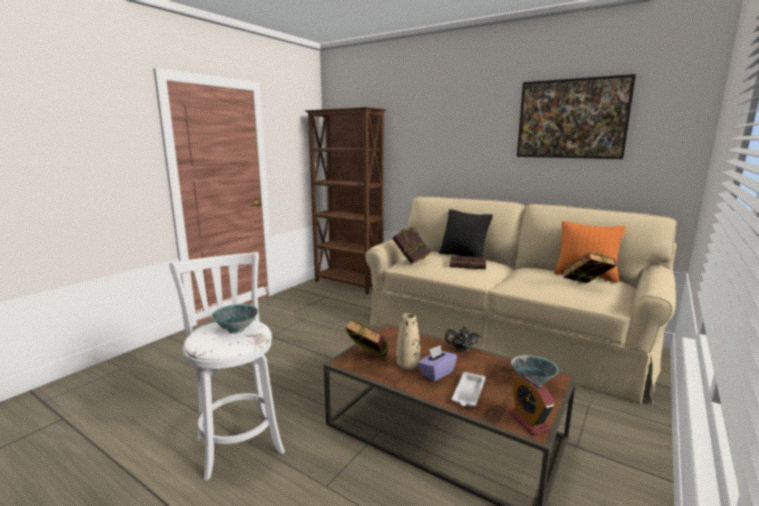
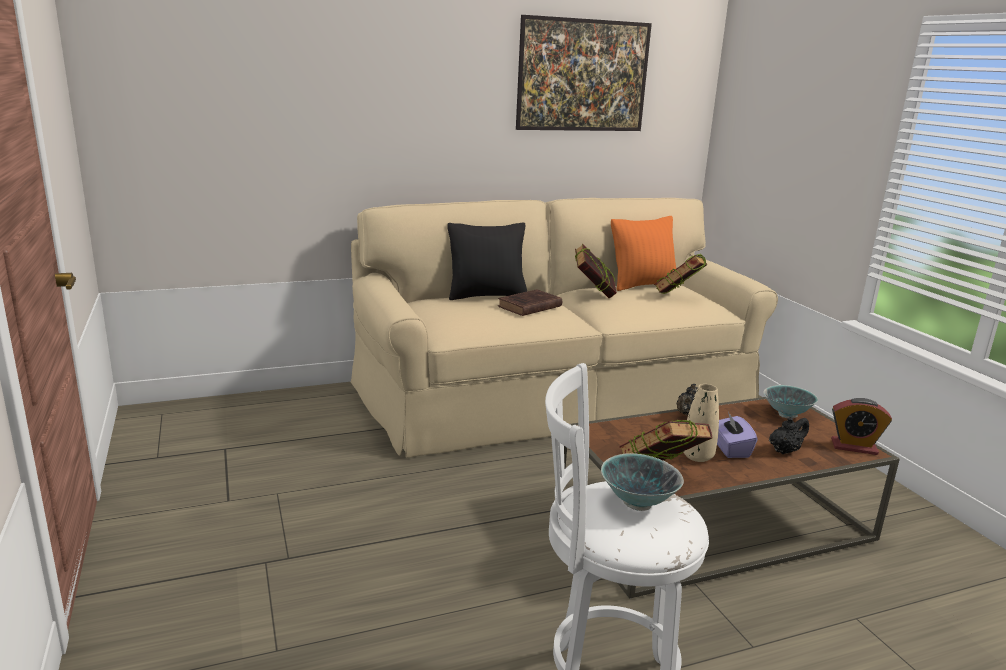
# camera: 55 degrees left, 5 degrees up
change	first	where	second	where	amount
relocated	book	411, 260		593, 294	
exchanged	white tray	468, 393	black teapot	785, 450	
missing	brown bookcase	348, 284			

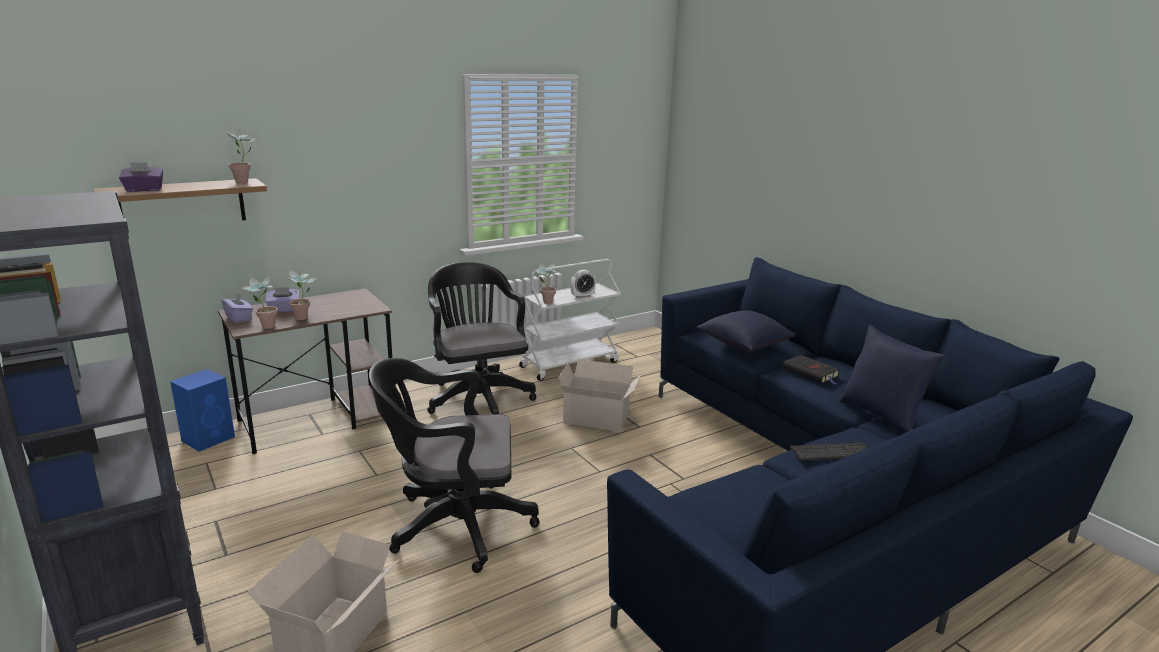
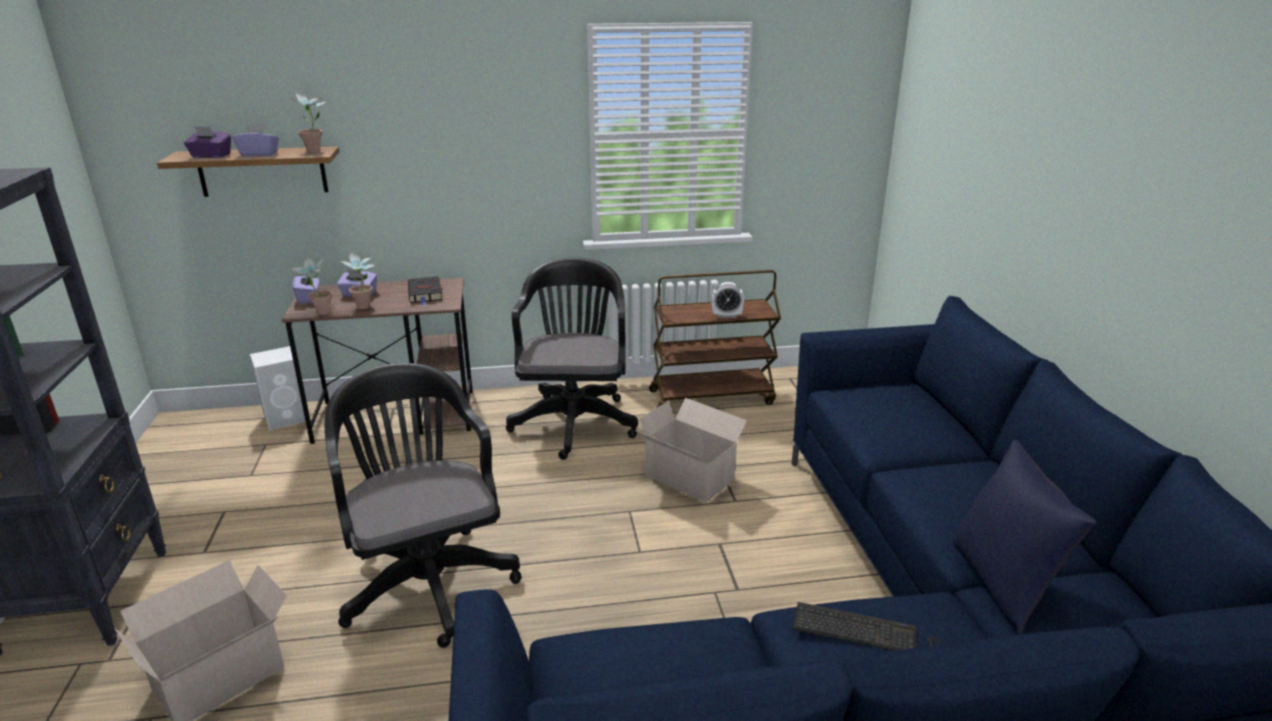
# camera: 25 degrees right, 5 degrees up
change	first	where	second	where	amount
appeared			purple tissue box	259, 154	
colour	blue speaker	209, 438	white speaker	288, 417	
spun	black office chair	453, 526		427, 580	45 degrees clockwise
relocated	black book	811, 373		425, 294	
colour	white cart	569, 364	brown cart	712, 397	
missing	potted plant	545, 303			
missing	blue pillow	743, 345			

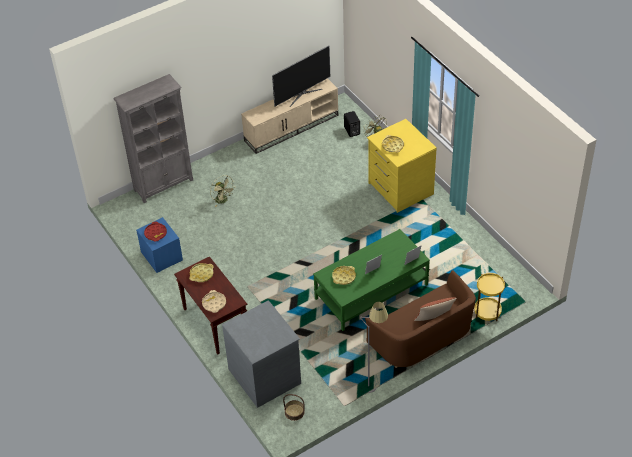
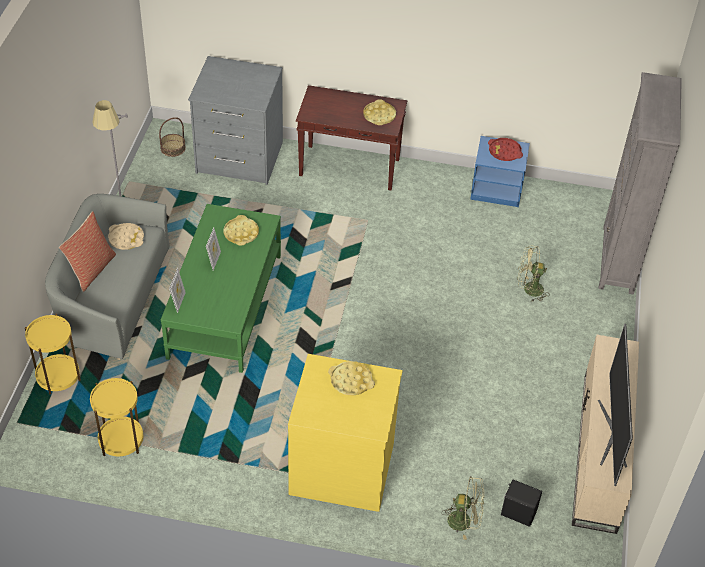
# camera: 130 degrees right, 0 degrees up
change	first	where	second	where	amount
colour	brown sofa	423, 336	grey sofa	112, 297	
appeared			yellow side table	121, 440	
relocated	beige tray	214, 303		126, 239	

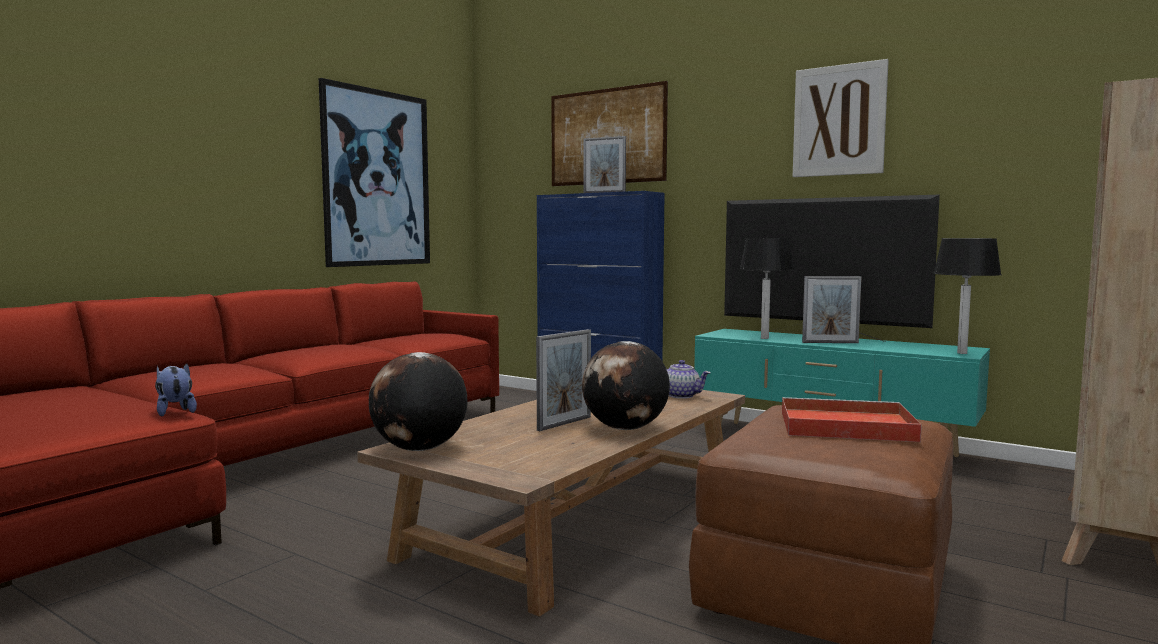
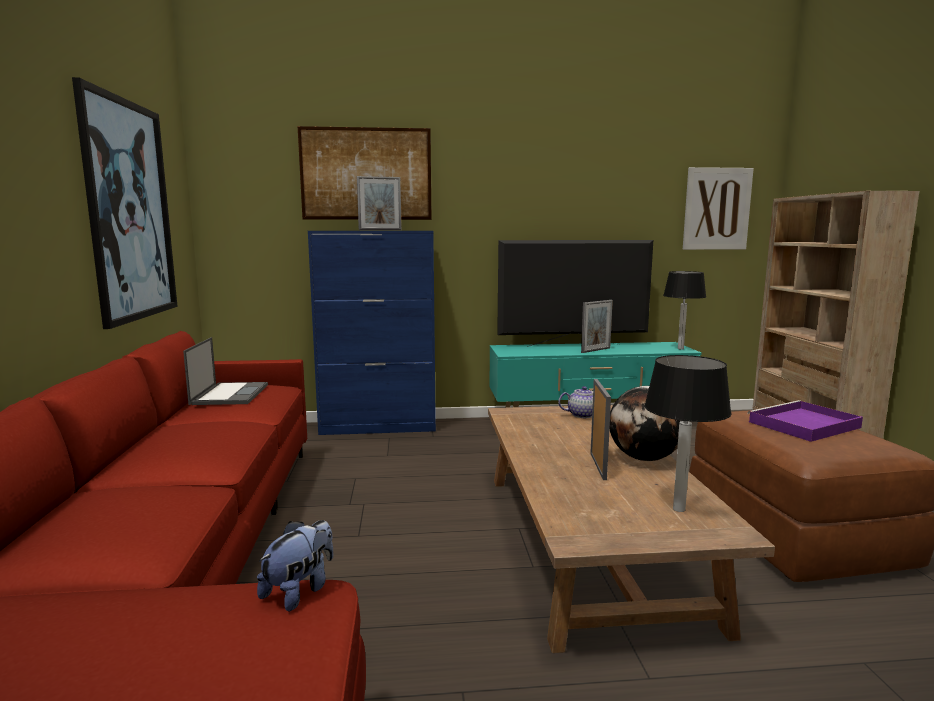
# camera: 40 degrees left, 5 degrees up
change	first	where	second	where	amount
appeared			laptop	230, 394	
spun	plush toy	175, 412		300, 590	105 degrees clockwise
relocated	table lamp	764, 338		678, 509	
relocated	picture	839, 120		716, 209	
colour	red tray	842, 426	purple tray	803, 425	
missing	globe	419, 449			

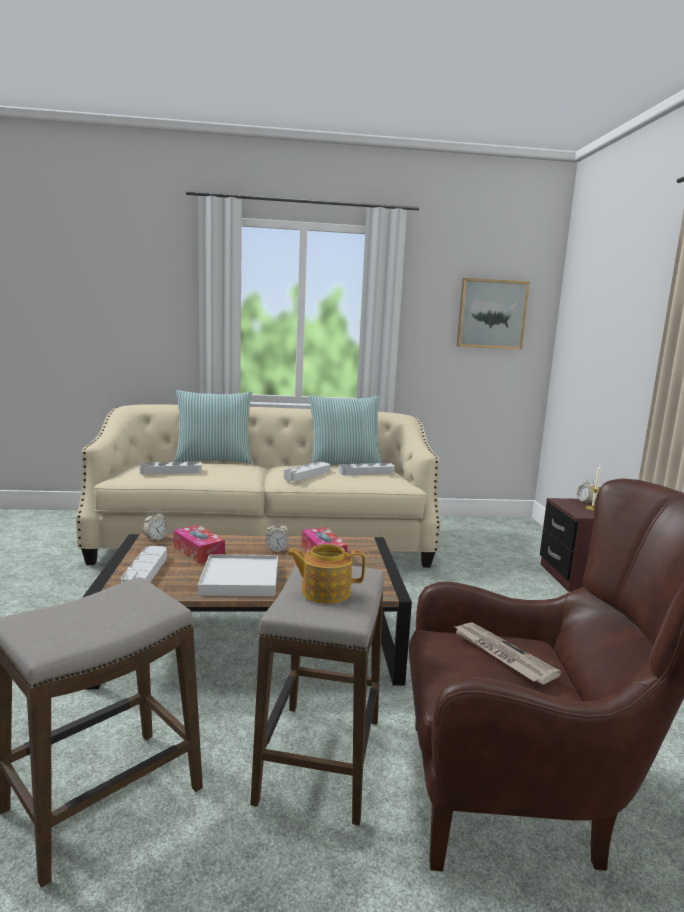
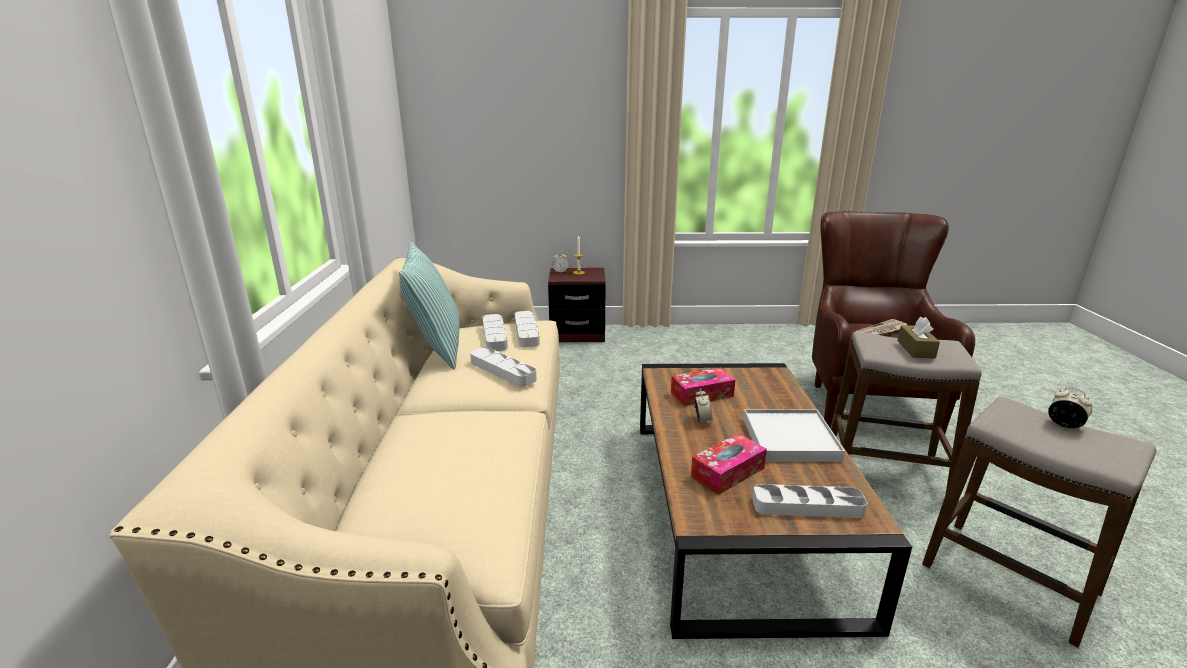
# camera: 85 degrees left, 10 degrees up
change	first	where	second	where	amount
relocated	grey tray	171, 471		526, 332	
exchanged	teapot	324, 591	brown tissue box	916, 349	
relocated	alarm clock	155, 539		1064, 424	
missing	pillow	214, 460			
missing	picture	491, 314			

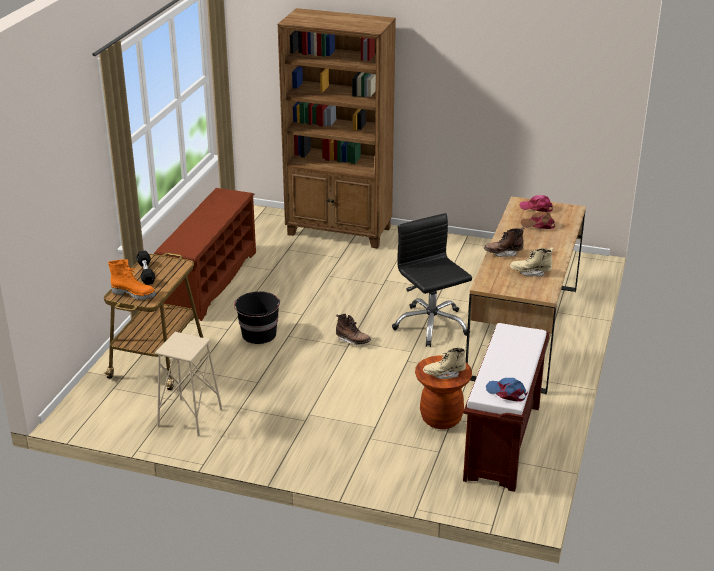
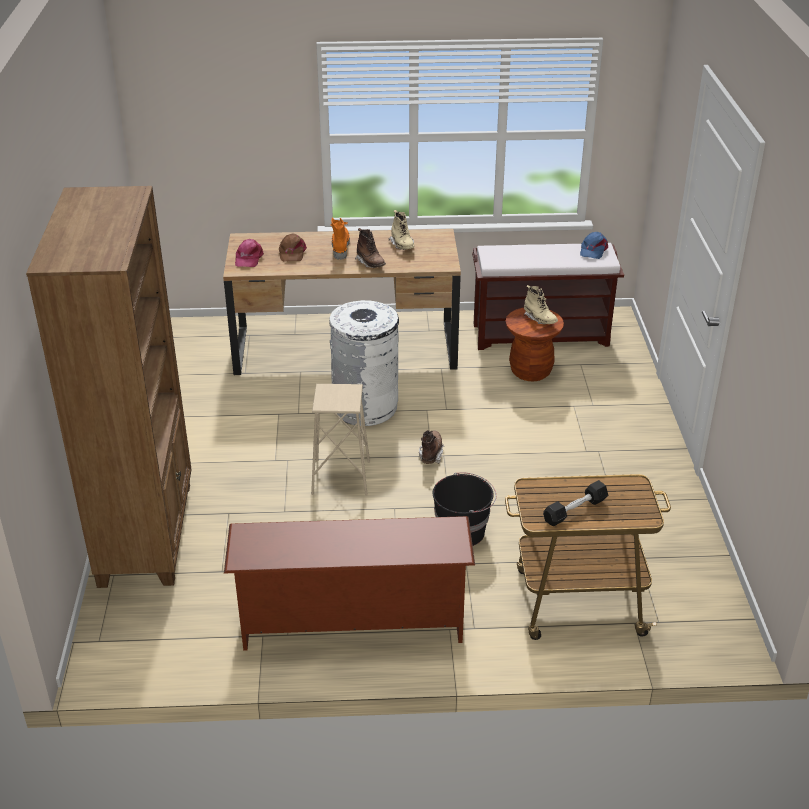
# camera: 110 degrees left, 5 degrees up
change	first	where	second	where	amount
relocated	beige stool	190, 417		341, 477	
exchanged	black office chair	431, 325	white trash can	365, 407	
relocated	orange boot	134, 294		340, 247	

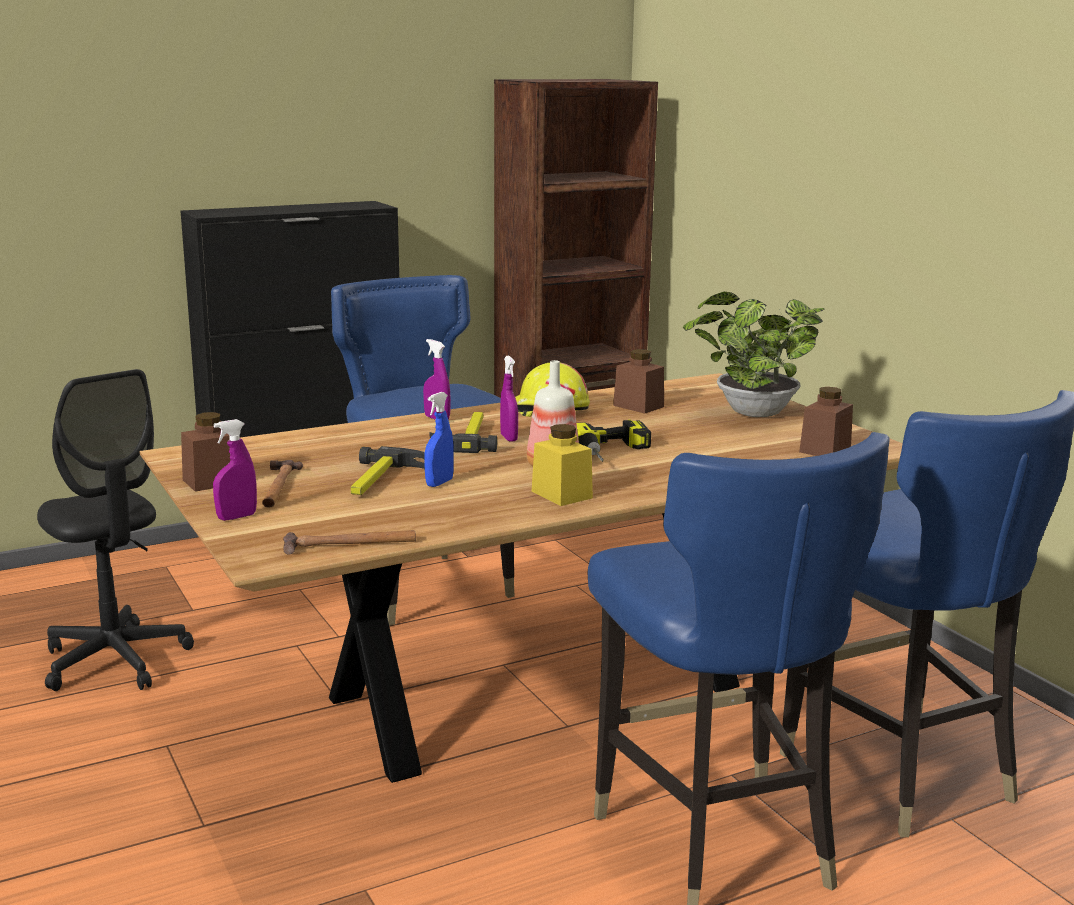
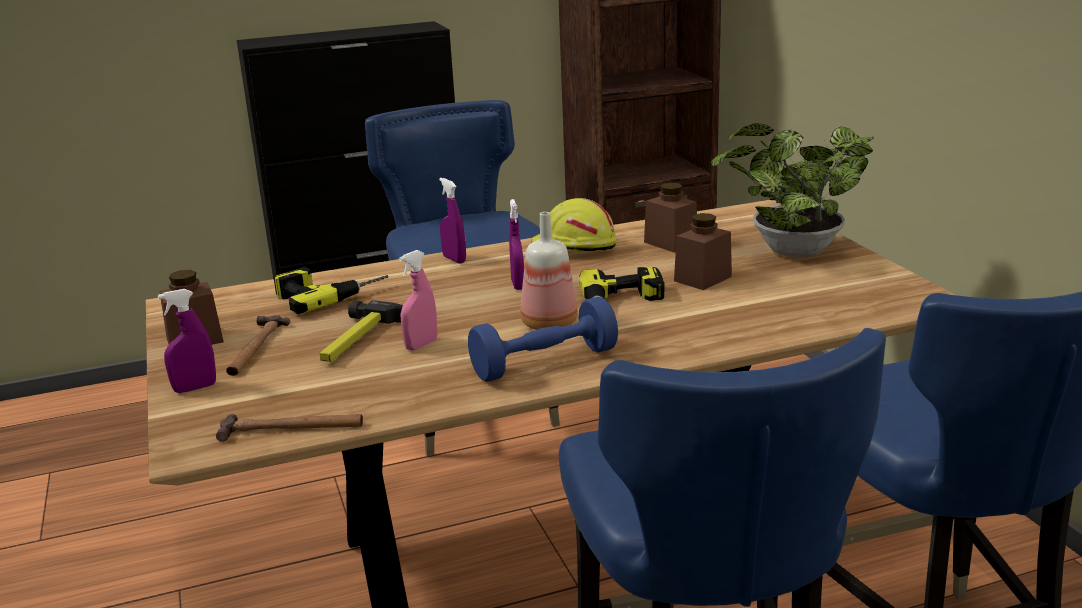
# camera: 10 degrees right, 5 degrees up
change	first	where	second	where	amount
appeared			power drill	329, 293	
colour	blue spray bottle	439, 483	pink spray bottle	421, 345	
exchanged	yellow jar	561, 494	blue dumbbell	544, 363	
relocated	brown jar	825, 450		702, 278	
missing	black office chair	115, 660			
missing	hammer	467, 437			

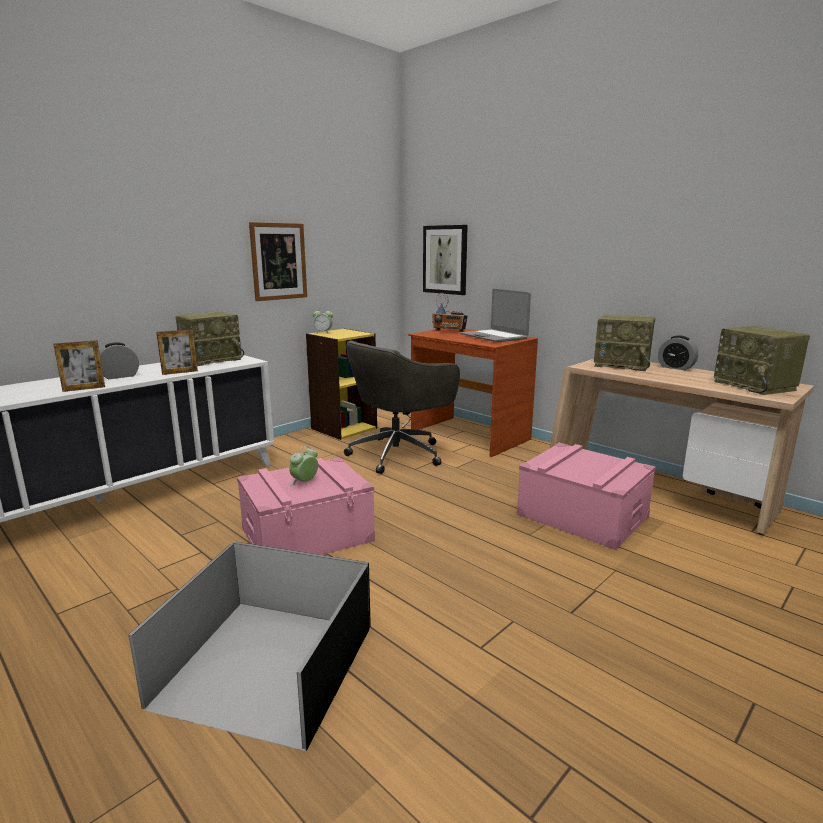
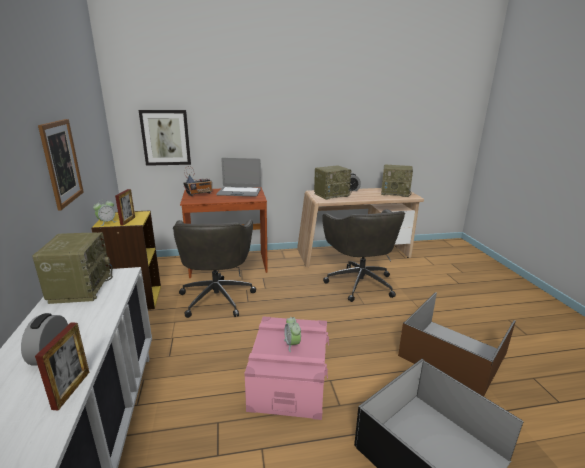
# camera: 55 degrees left, 5 degrees up
change	first	where	second	where	amount
relocated	picture frame	180, 372		128, 221	
exchanged	pink storage box	582, 516	grey office chair	359, 282	
appeared			brown storage box	454, 355	

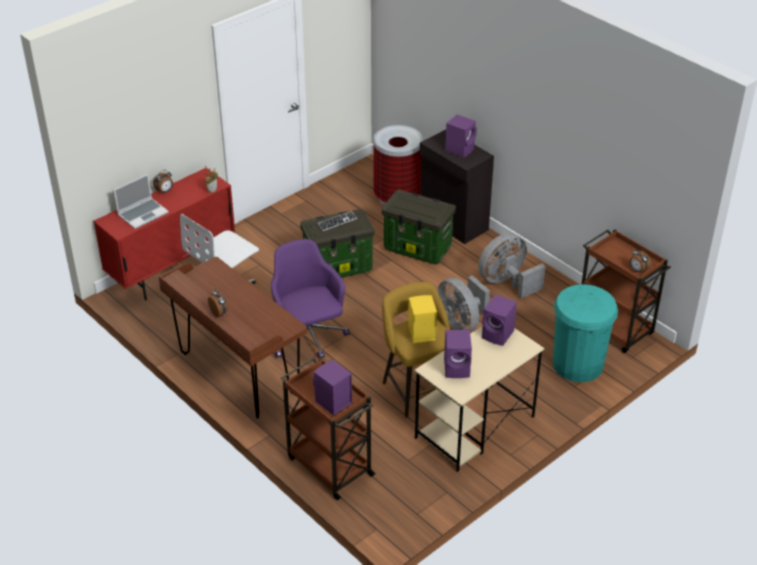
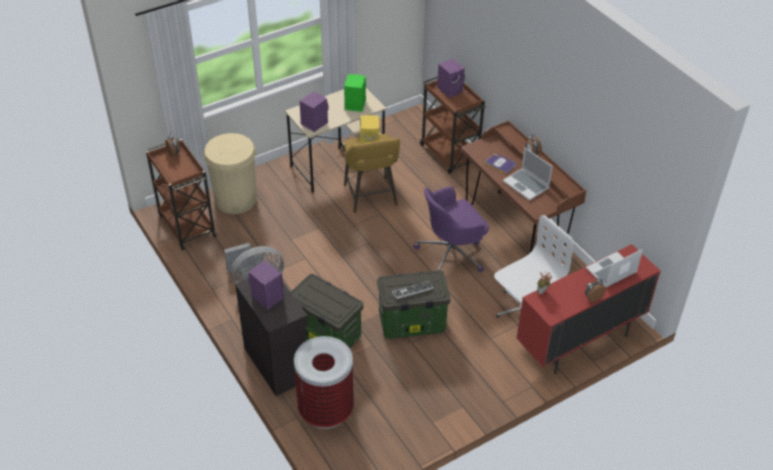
# camera: 170 degrees left, 5 degrees up
change	first	where	second	where	amount
colour	turquoise trash can	577, 364	beige trash can	235, 199	
colour	purple speaker	458, 368	green speaker	354, 104	
spun	purple office chair	308, 337		451, 253	75 degrees clockwise
appeared			book	500, 164	
appeared			laptop	526, 185	
missing	grey fan	461, 323			

